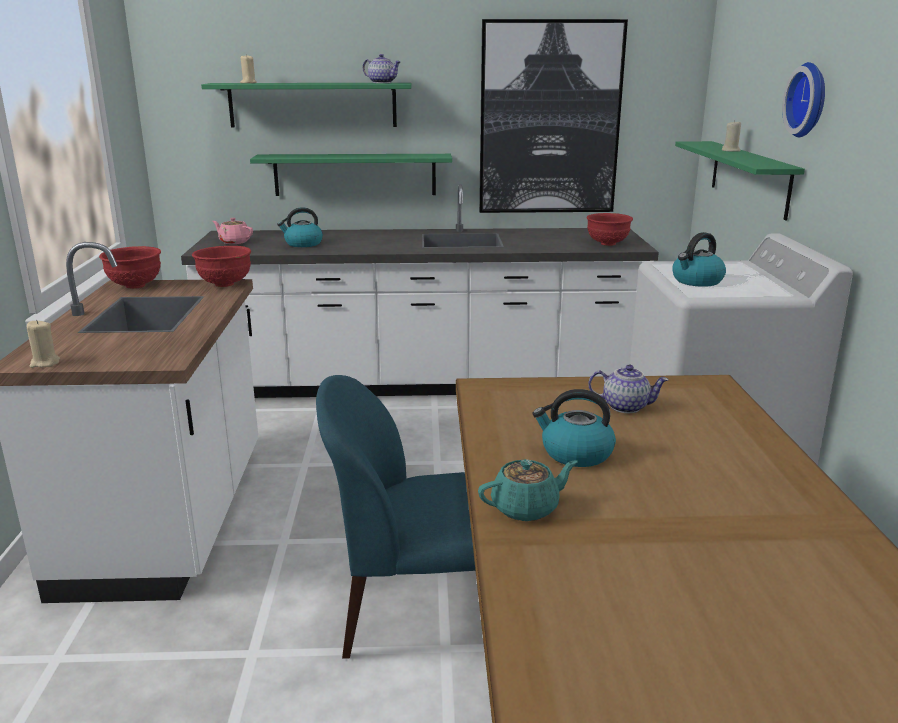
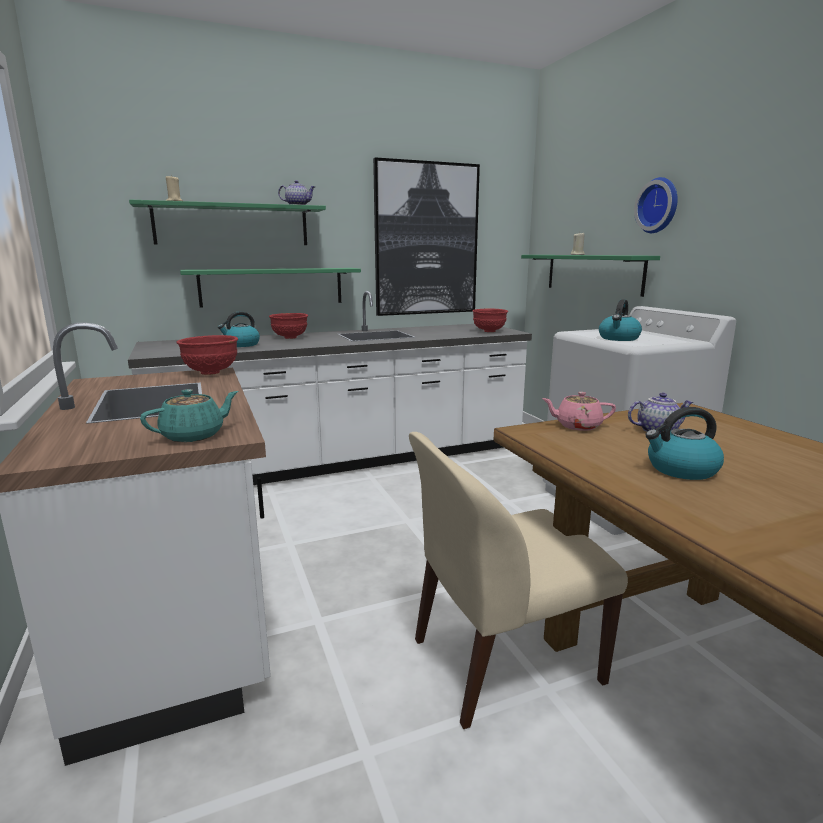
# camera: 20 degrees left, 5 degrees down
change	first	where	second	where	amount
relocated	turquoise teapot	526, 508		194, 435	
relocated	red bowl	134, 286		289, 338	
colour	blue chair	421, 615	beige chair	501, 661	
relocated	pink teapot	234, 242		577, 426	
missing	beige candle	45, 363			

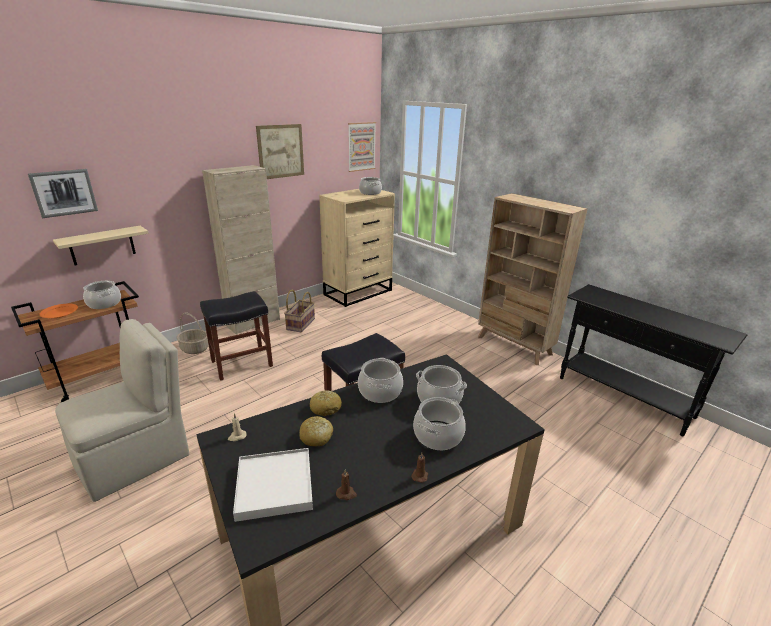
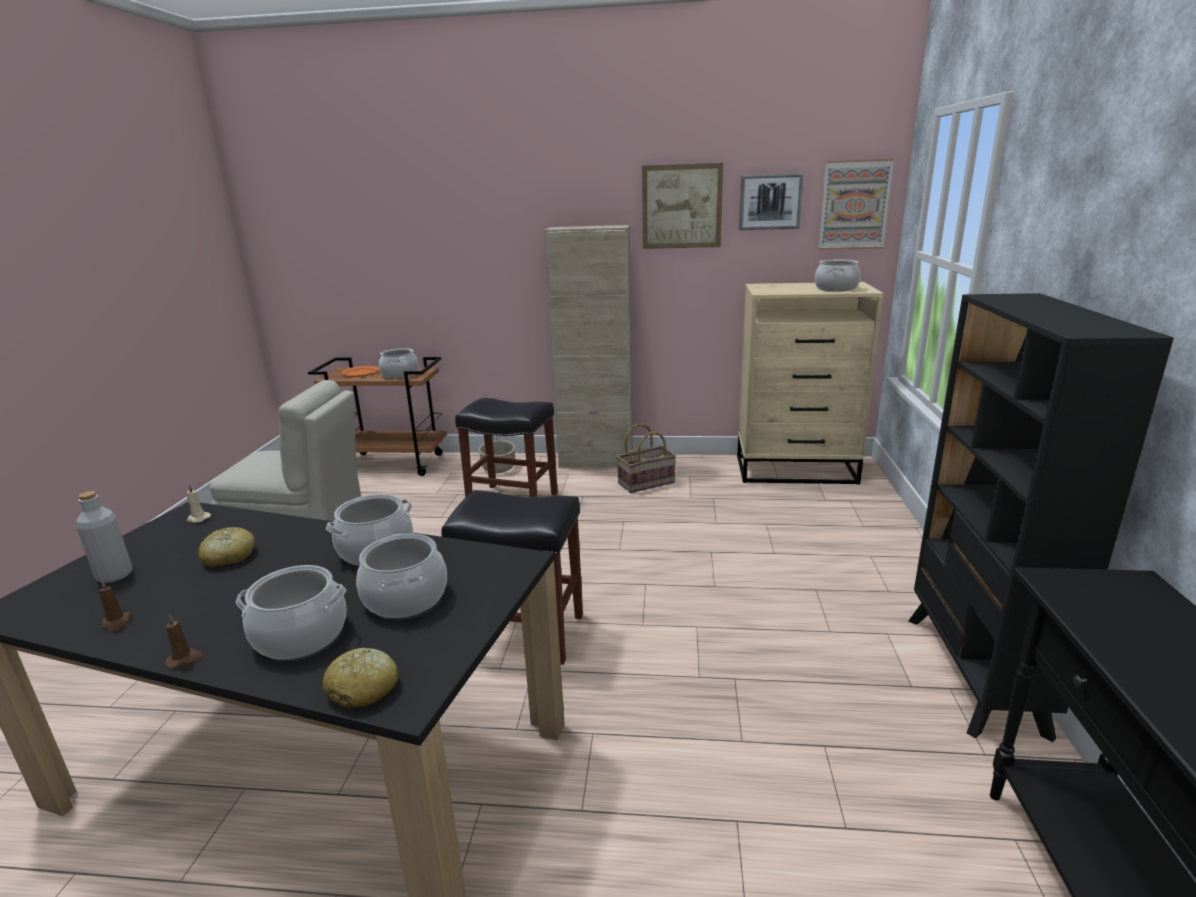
# camera: 50 degrees right, 5 degrees down
change	first	where	second	where	amount
exchanged	white tray	275, 485	grey bottle	114, 575	
relocated	bread	326, 408		363, 689	
relocated	picture	64, 192		770, 202	
colour	beige bookcase	514, 346	black bookcase	973, 673	
missing	beige shelf	102, 245			

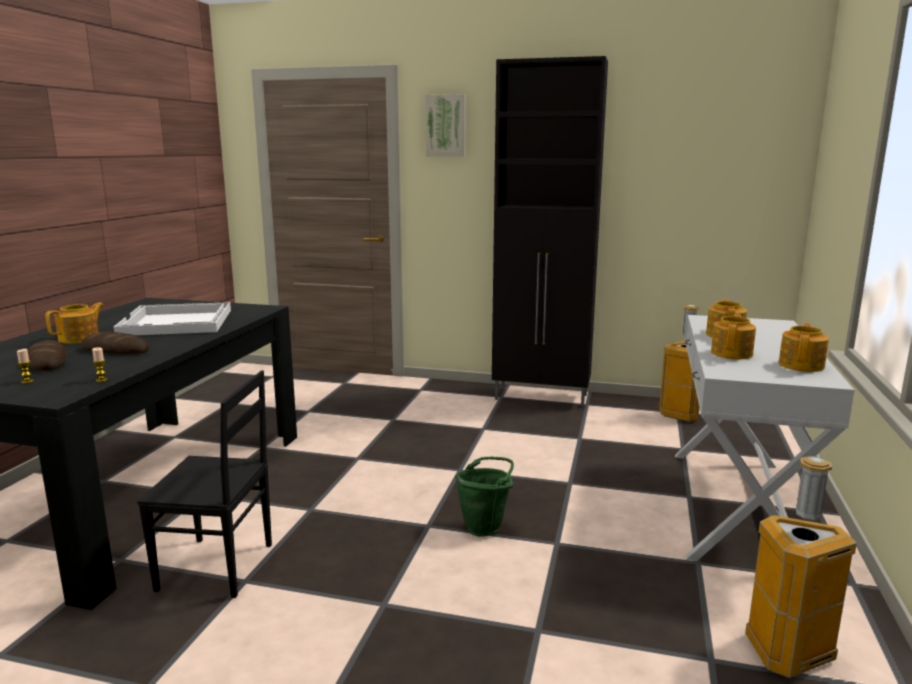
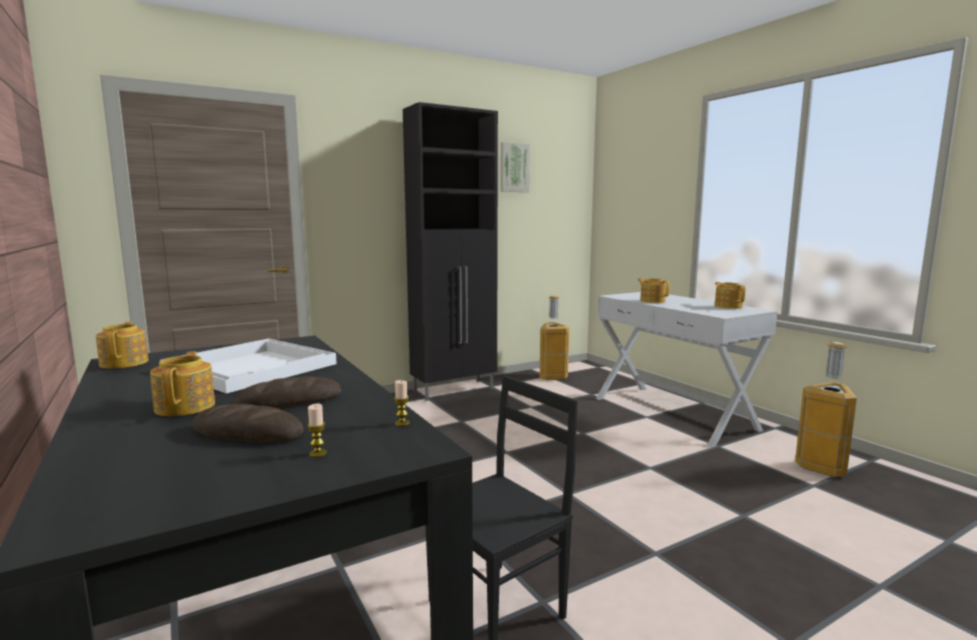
# camera: 45 degrees left, 5 degrees down
change	first	where	second	where	amount
relocated	teapot	732, 353		125, 362	
relocated	picture	446, 125		514, 168	
missing	green bucket	485, 527			

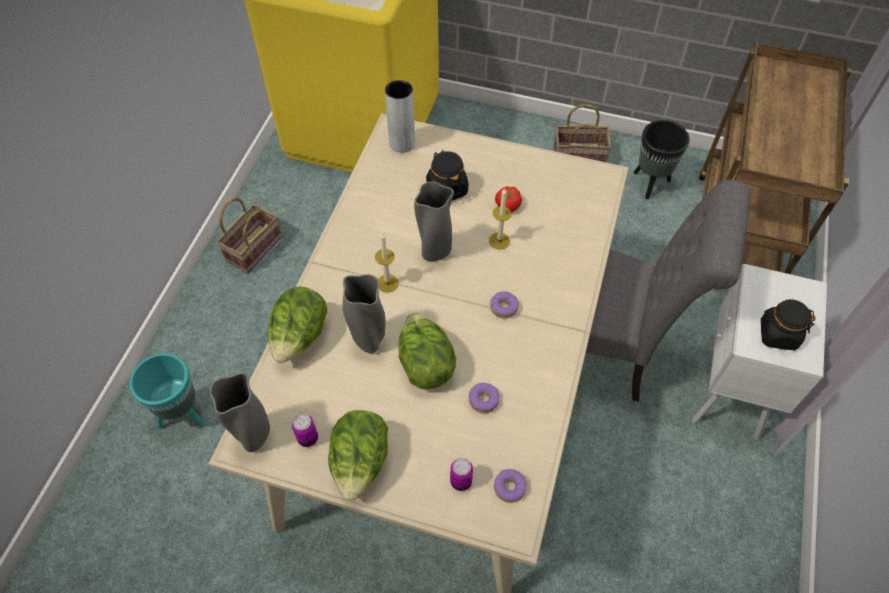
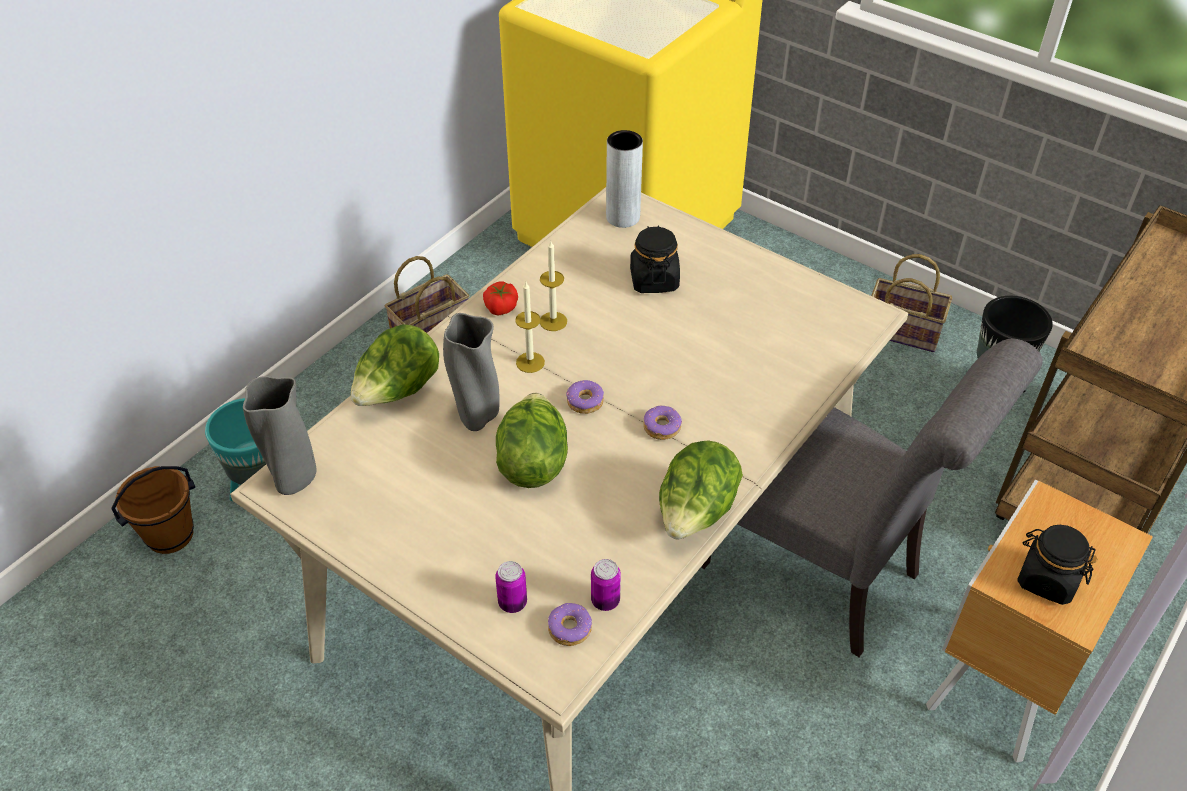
# camera: 20 degrees right, 10 degrees down
change	first	where	second	where	amount
appeared			brown bucket	170, 535	
relocated	tomato	507, 205		500, 307	
relocated	candle	499, 241		553, 321	
relocated	donut	484, 400		585, 402	
relocated	can	308, 438		605, 601	
relocated	lettuce	360, 463		696, 513	
colour	white nightstand	727, 394	brown nightstand	996, 688	
missing	grey vase	435, 251			

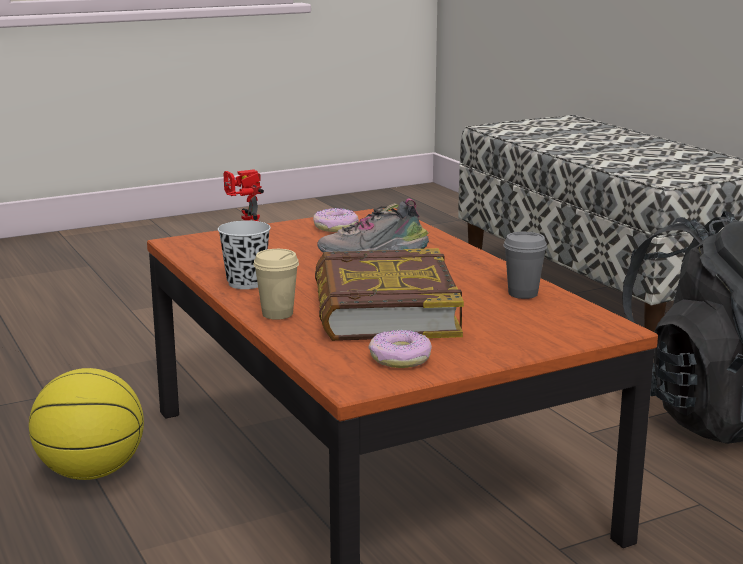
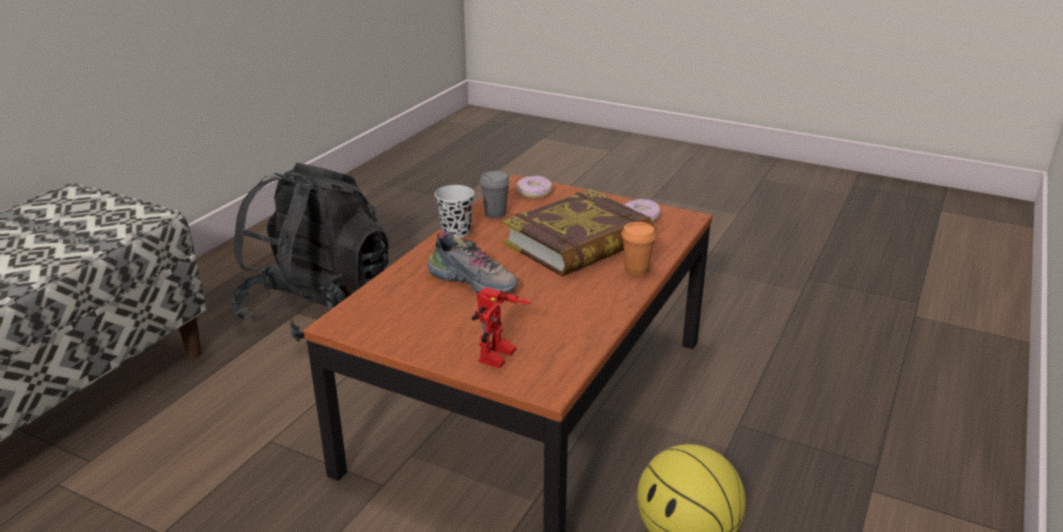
# camera: 125 degrees left, 10 degrees up
change	first	where	second	where	amount
relocated	black cup	246, 283		456, 232	
relocated	donut	335, 227		534, 192	
colour	beige cup	277, 314	orange cup	636, 270	

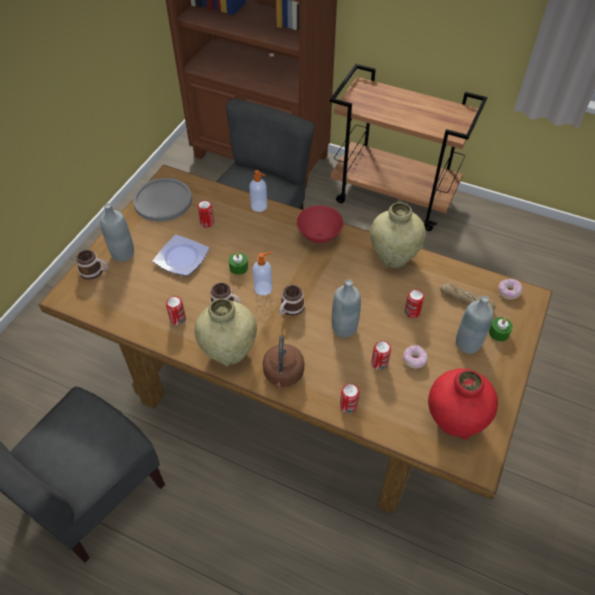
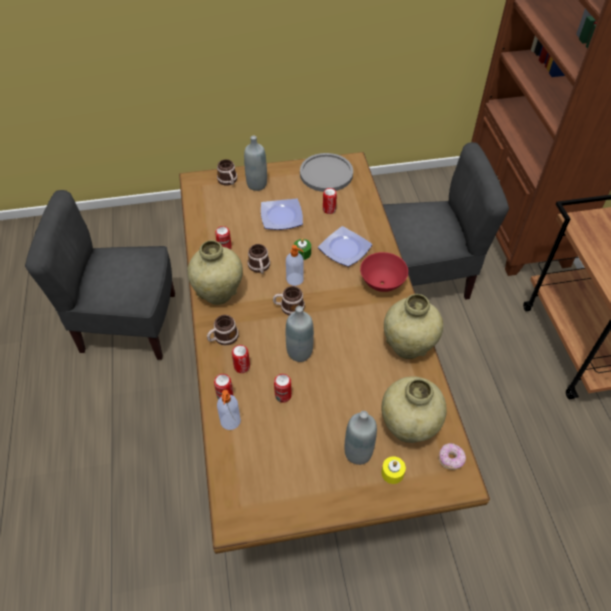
# camera: 55 degrees right, 0 degrees up
change	first	where	second	where	amount
exchanged	brown kettle	283, 375	mug	223, 338	
relocated	soap dispenser	259, 206		230, 422	
relocated	can	412, 312		242, 367	
appeared			plate	346, 249	
colour	green candle	499, 333	yellow candle	392, 473	
exchanged	bread	466, 300	beige vase	408, 428	
missing	donut	414, 360			
missing	red vase	454, 421			

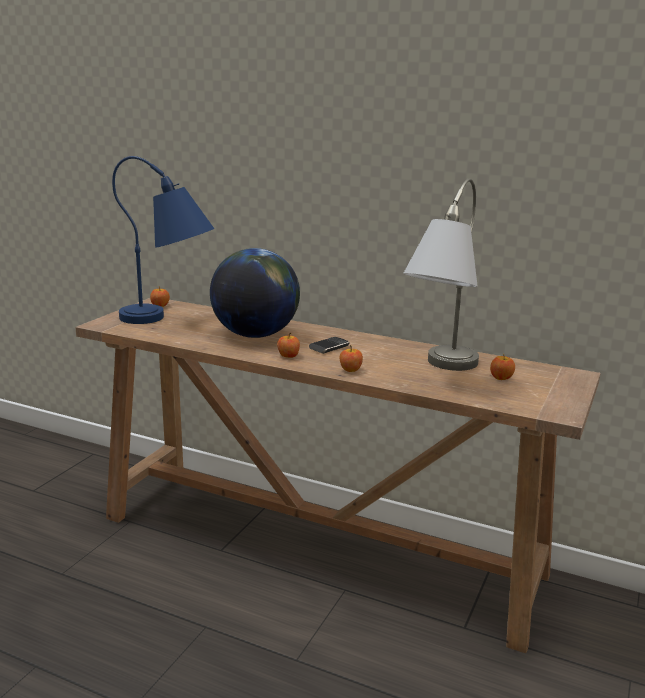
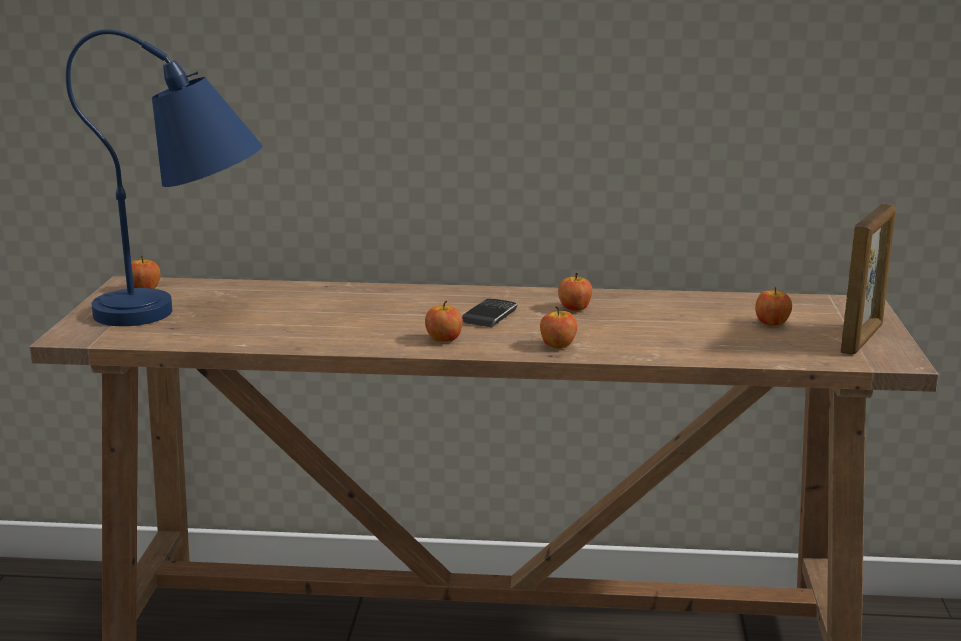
# camera: 20 degrees left, 0 degrees up
change	first	where	second	where	amount
appeared			apple	574, 308	
appeared			picture frame	862, 339	
missing	globe	255, 335			
missing	grey table lamp	439, 372			

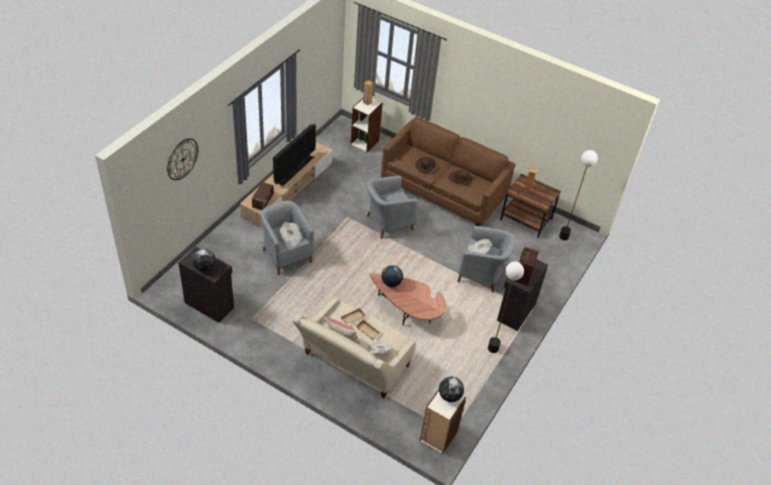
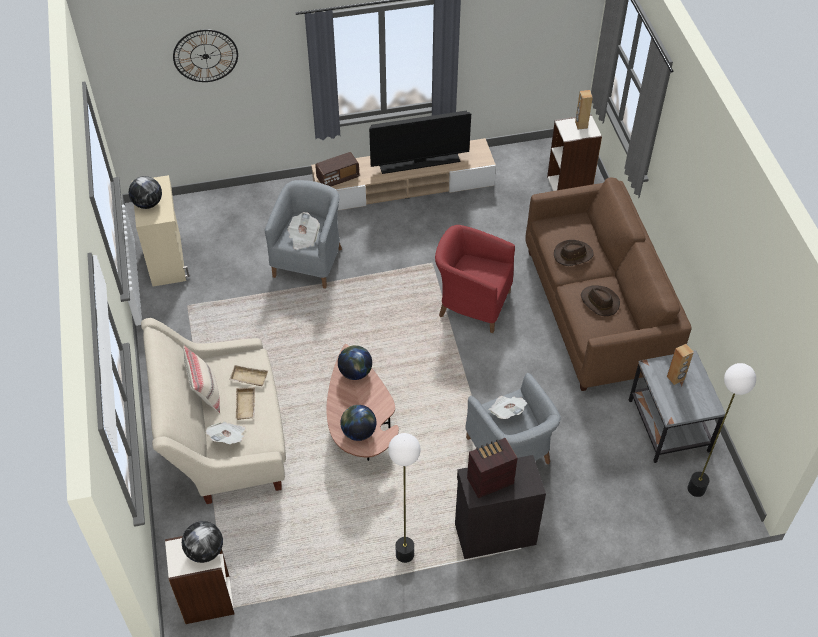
# camera: 50 degrees right, 5 degrees up
change	first	where	second	where	amount
colour	black cabinet	209, 304	beige cabinet	167, 260	
appeared			globe	358, 432	
colour	grey armchair	387, 223	red armchair	471, 303	
colour	brown side table	526, 219	grey side table	669, 426	

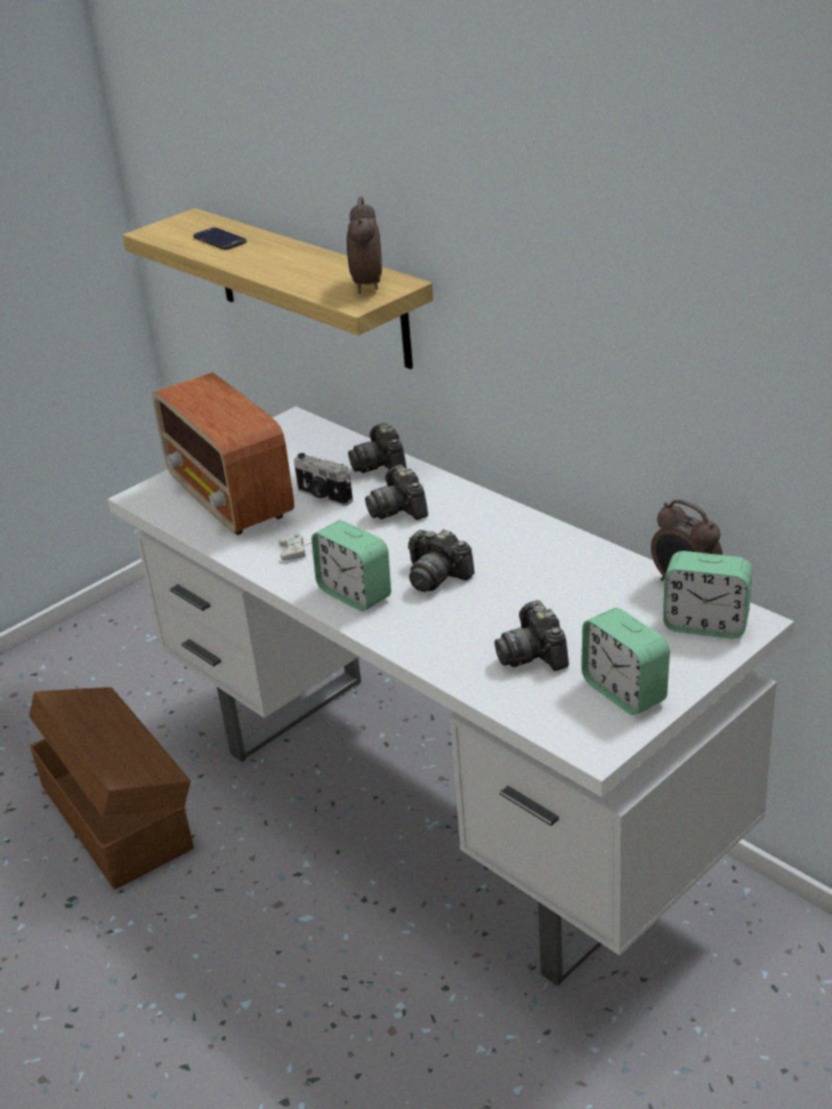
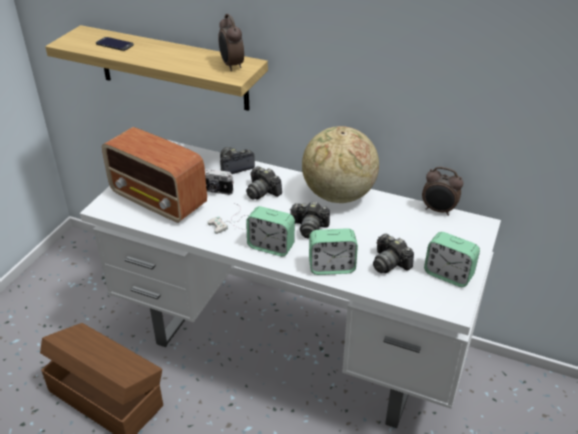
# camera: 25 degrees left, 5 degrees up
change	first	where	second	where	amount
spun	photo camera	380, 465		235, 167	105 degrees clockwise
appeared			globe	338, 195	
relocated	alarm clock	705, 624		331, 267	

